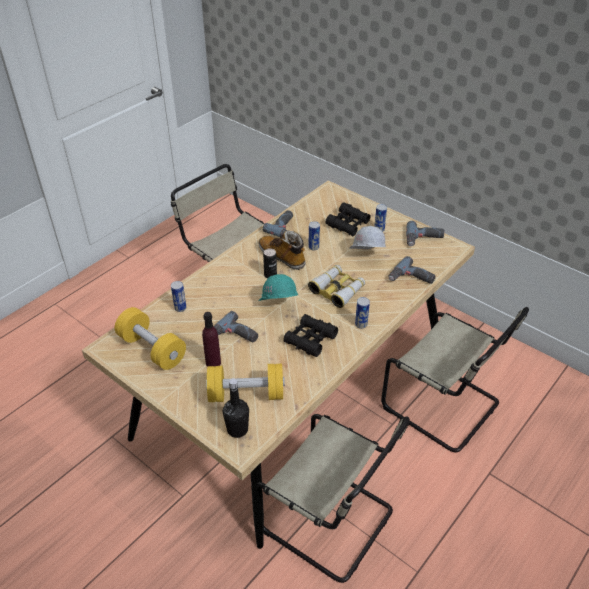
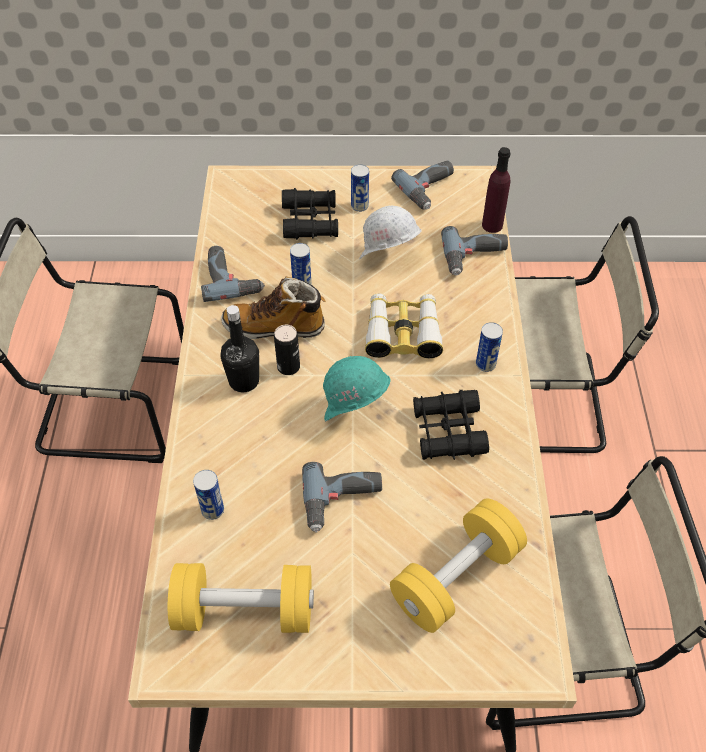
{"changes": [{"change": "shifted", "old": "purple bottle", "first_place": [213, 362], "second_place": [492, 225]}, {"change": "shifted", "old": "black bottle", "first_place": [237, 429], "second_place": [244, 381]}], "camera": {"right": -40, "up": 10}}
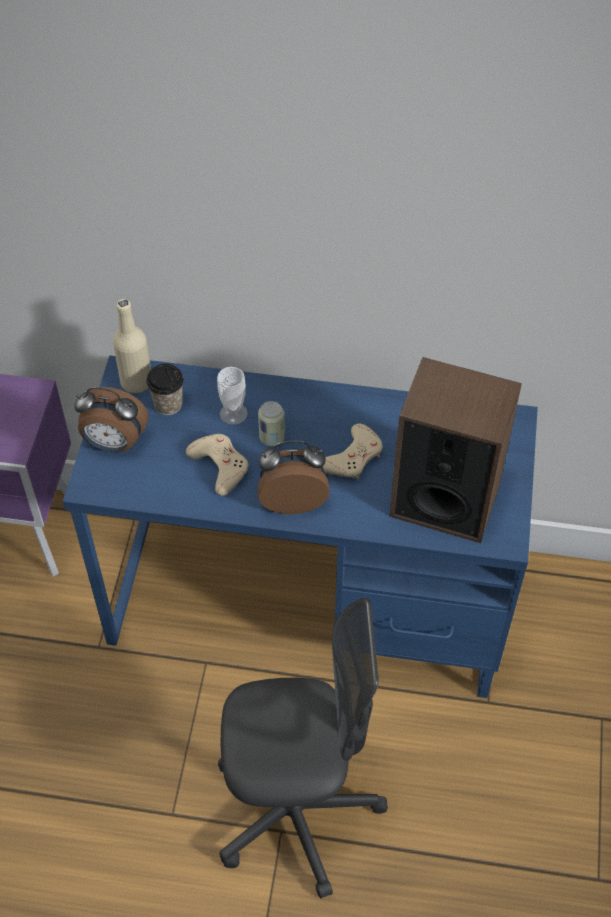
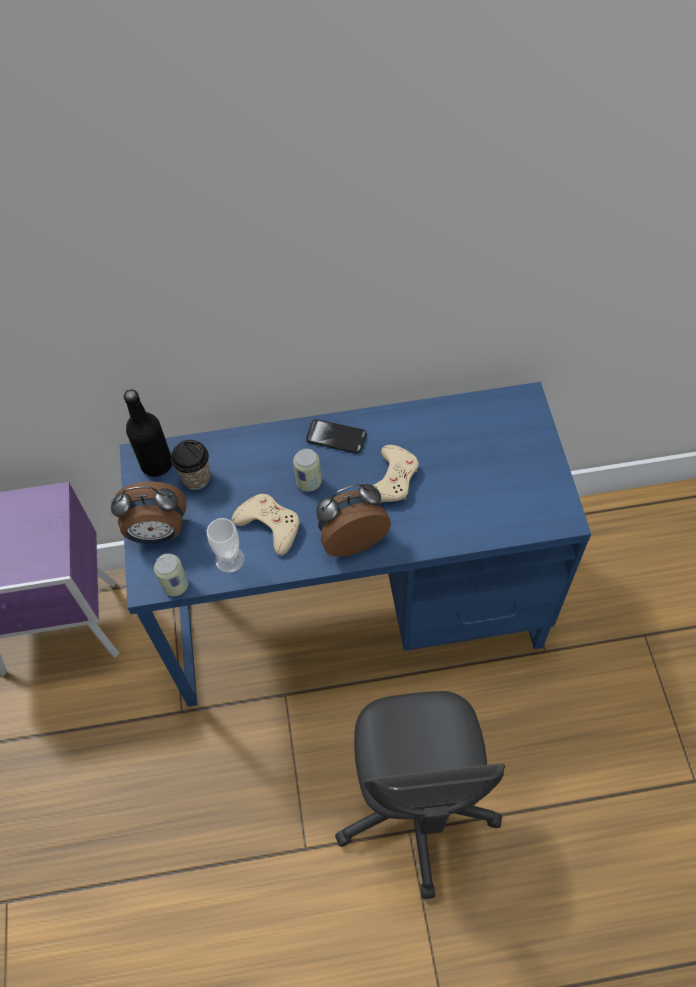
{"changes": [{"change": "repainted", "old": "beige bottle", "new": "black bottle", "first_place": [136, 382], "second_place": [157, 464]}, {"change": "gone", "old": "speaker", "first_place": [444, 500]}, {"change": "shifted", "old": "cup", "first_place": [233, 413], "second_place": [230, 559]}, {"change": "rotated", "old": "grey office chair", "first_place": [296, 812], "second_place": [416, 808], "degrees": 105}, {"change": "new", "new": "phone", "second_place": [336, 437]}, {"change": "new", "new": "can", "second_place": [175, 585]}], "camera": {"right": -15, "up": 5}}
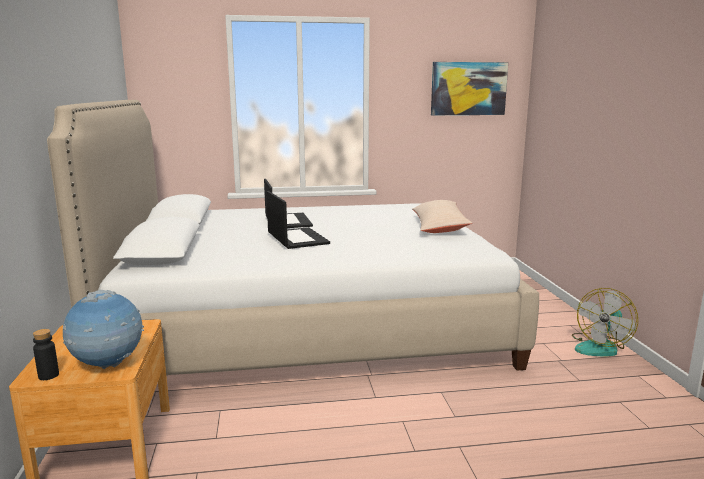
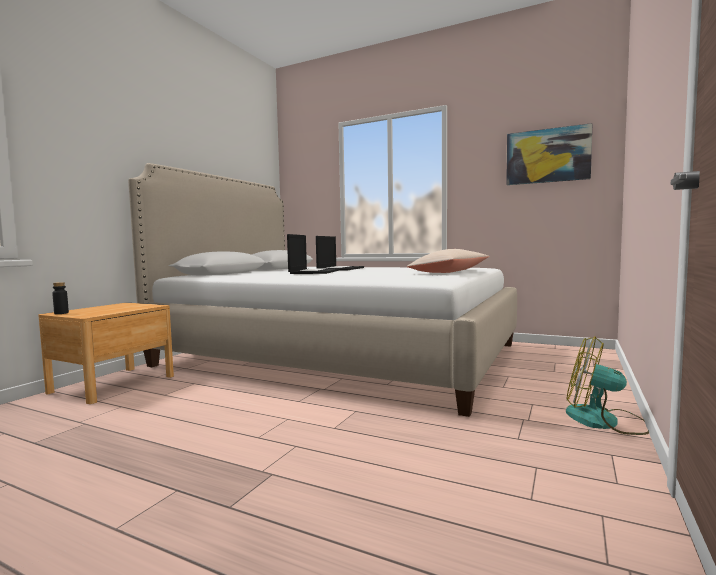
{"changes": [{"change": "rotated", "old": "fan", "first_place": [600, 347], "second_place": [604, 421], "degrees": 45}, {"change": "gone", "old": "globe", "first_place": [108, 365]}], "camera": {"right": 35, "up": -10}}
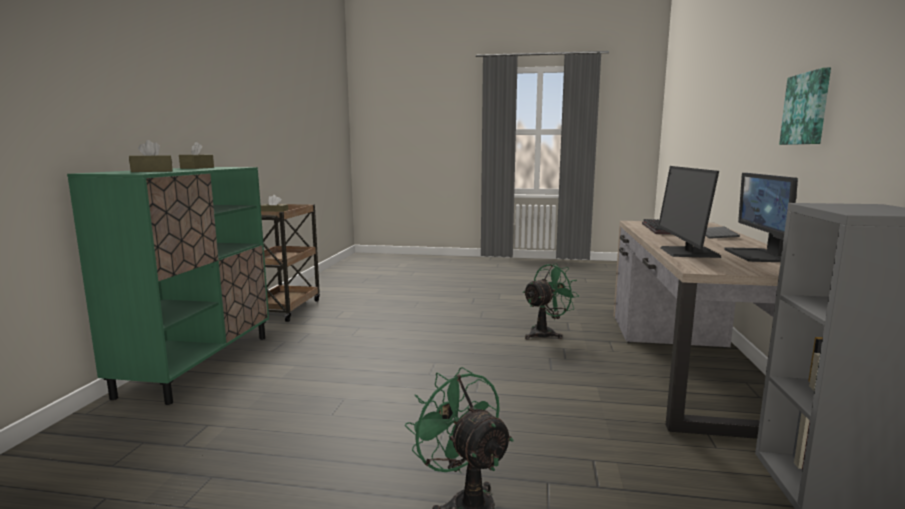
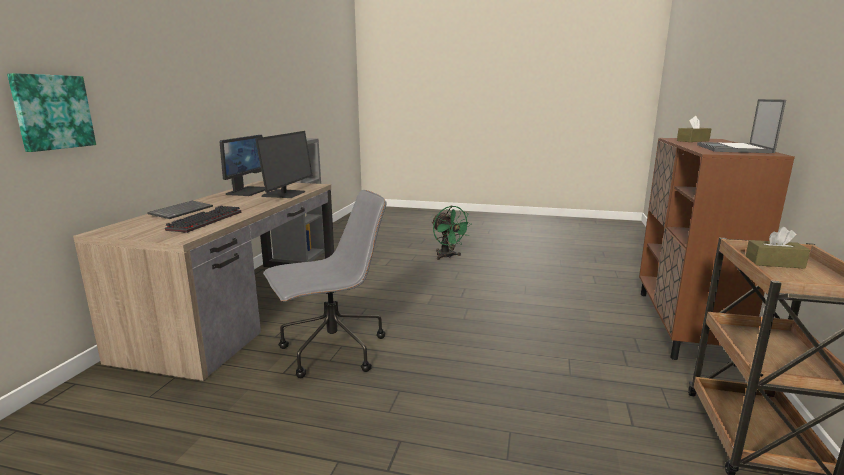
{"changes": [{"change": "shifted", "old": "picture", "first_place": [807, 109], "second_place": [52, 112]}, {"change": "swapped", "old": "brown tissue box", "new": "laptop", "first_place": [197, 168], "second_place": [734, 149]}, {"change": "repainted", "old": "green cabinet", "new": "brown cabinet", "first_place": [198, 364], "second_place": [683, 325]}, {"change": "swapped", "old": "green fan", "new": "grey office chair", "first_place": [546, 333], "second_place": [331, 351]}], "camera": {"right": -175, "up": 5}}
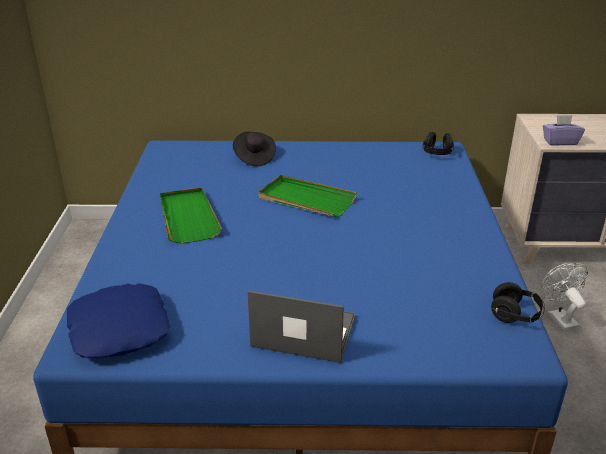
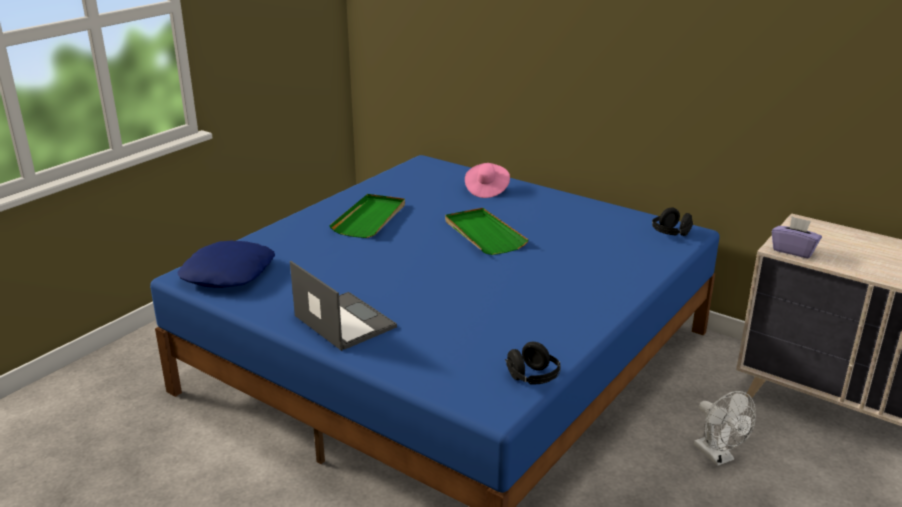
{"changes": [{"change": "repainted", "old": "black hat", "new": "pink hat", "first_place": [254, 157], "second_place": [486, 190]}, {"change": "rotated", "old": "white fan", "first_place": [558, 318], "second_place": [718, 456], "degrees": 135}], "camera": {"right": 35, "up": -5}}
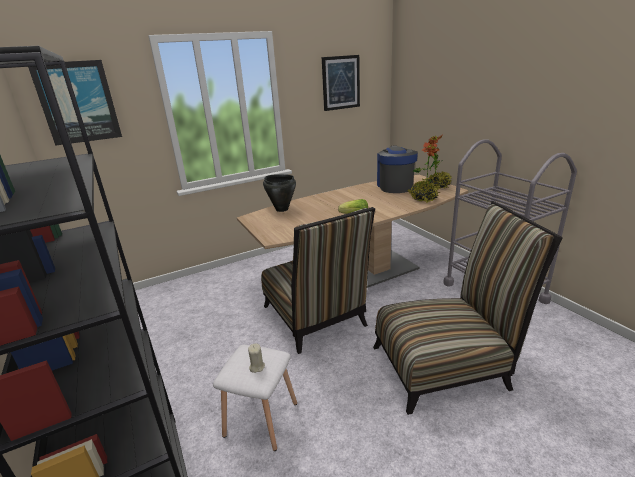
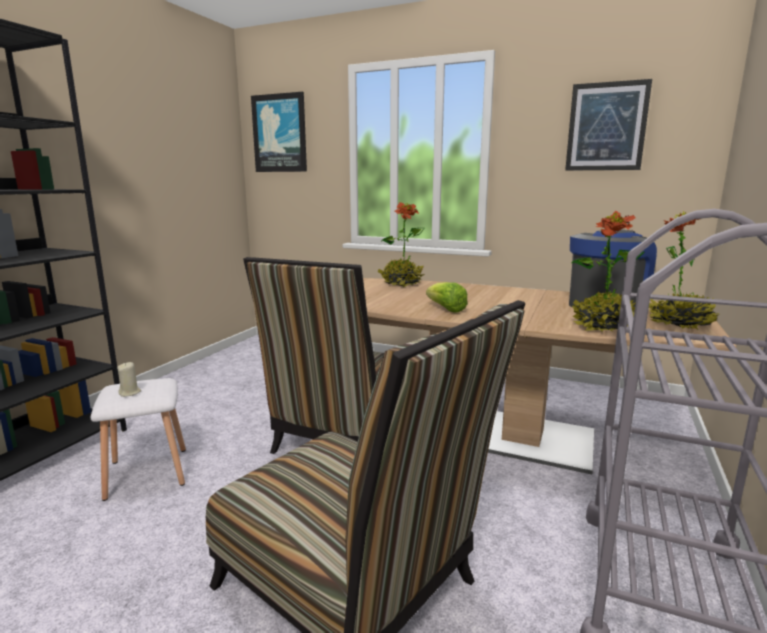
{"changes": [{"change": "swapped", "old": "black cooking pot", "new": "potted plant", "first_place": [282, 209], "second_place": [401, 283]}], "camera": {"right": 50, "up": -10}}
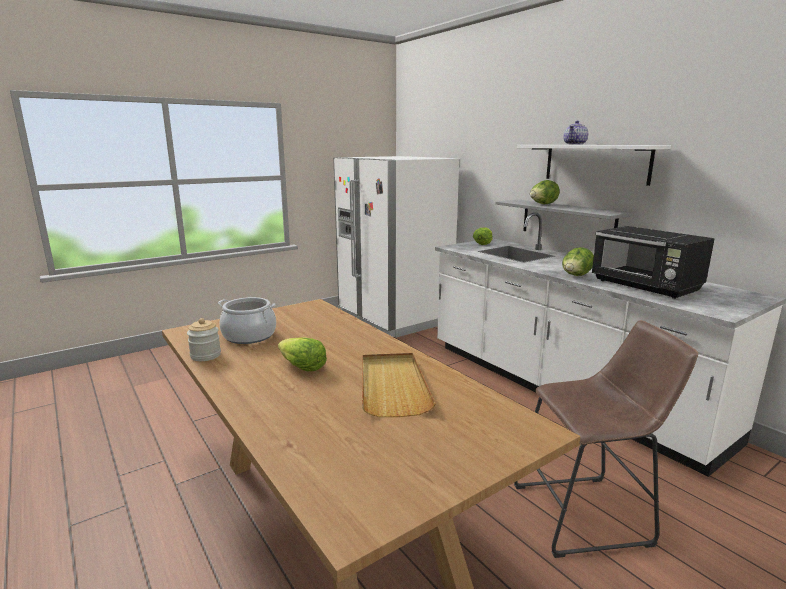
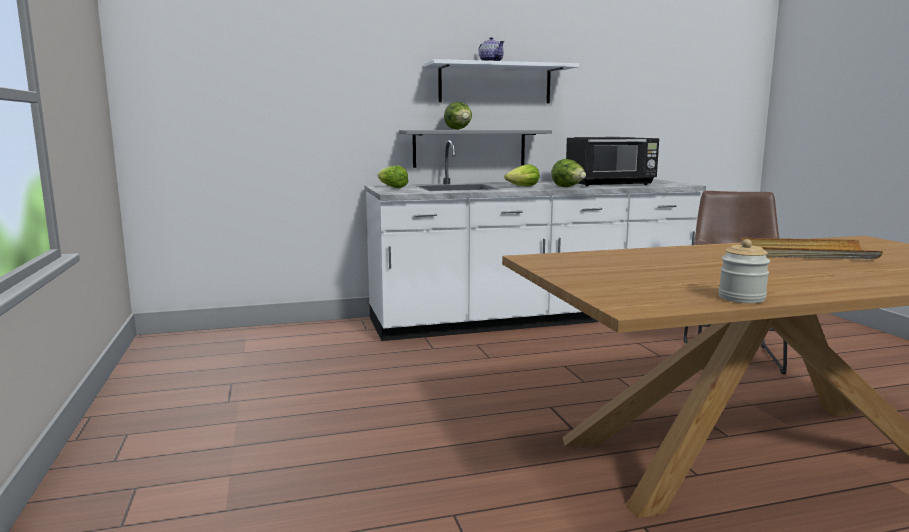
{"changes": [{"change": "gone", "old": "white fridge", "first_place": [394, 318]}, {"change": "gone", "old": "cooking pot", "first_place": [249, 336]}, {"change": "shifted", "old": "lettuce", "first_place": [301, 367], "second_place": [523, 187]}], "camera": {"right": -70, "up": -5}}
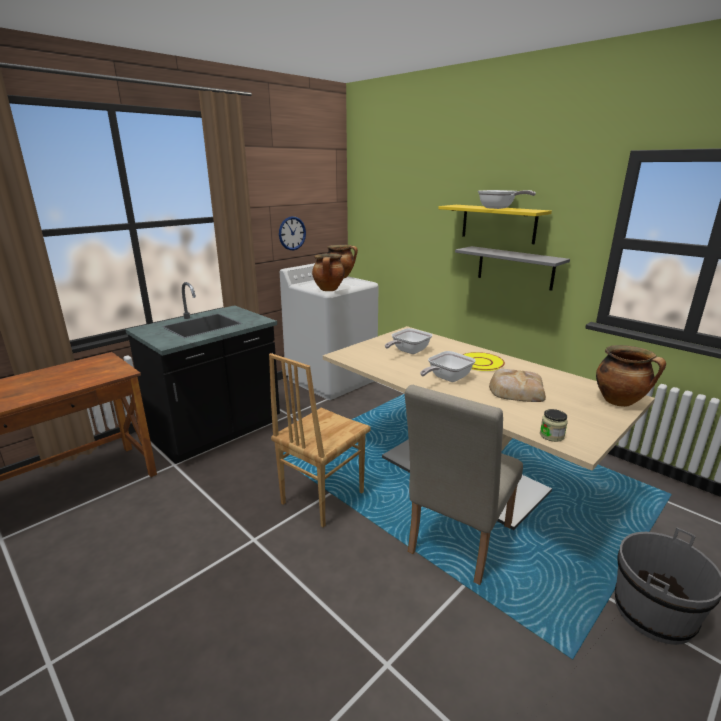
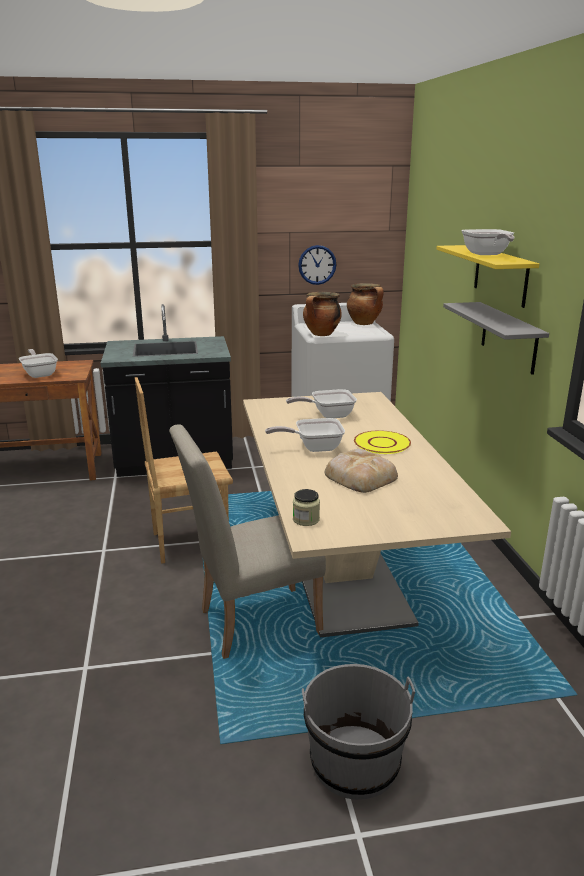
{"changes": [{"change": "gone", "old": "cooking pot", "first_place": [620, 401]}, {"change": "new", "new": "frying pan", "second_place": [40, 374]}], "camera": {"right": 35, "up": 0}}
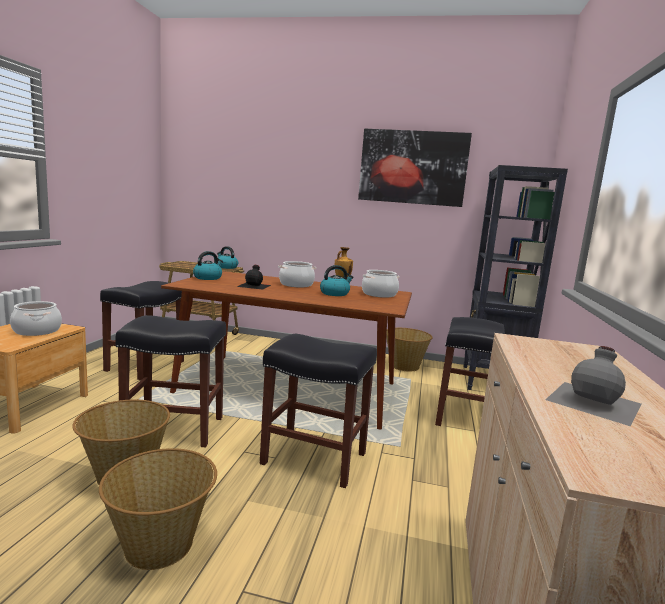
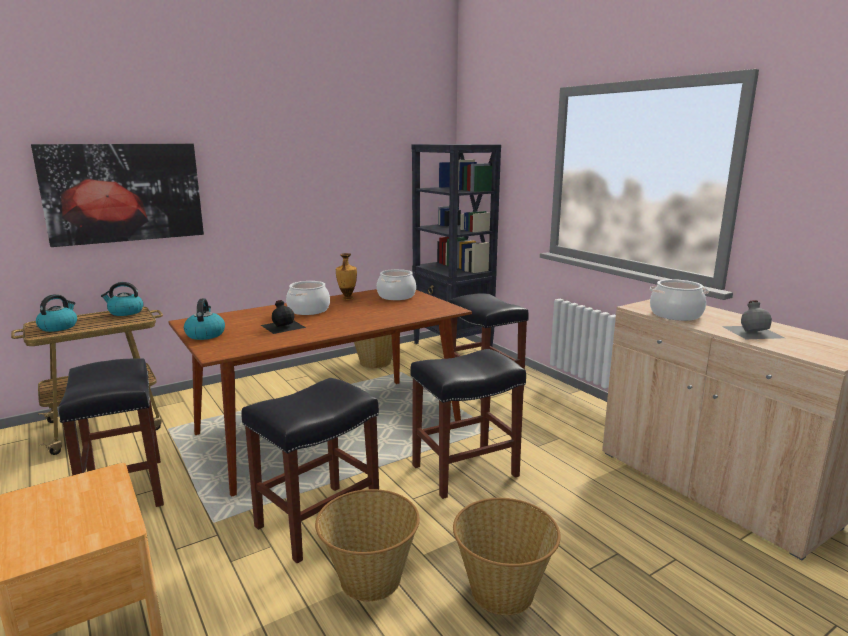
{"changes": [{"change": "shifted", "old": "picture", "first_place": [413, 167], "second_place": [124, 193]}, {"change": "shifted", "old": "kettle", "first_place": [335, 293], "second_place": [58, 327]}, {"change": "shifted", "old": "cooking pot", "first_place": [37, 331], "second_place": [676, 315]}], "camera": {"right": -45, "up": 5}}
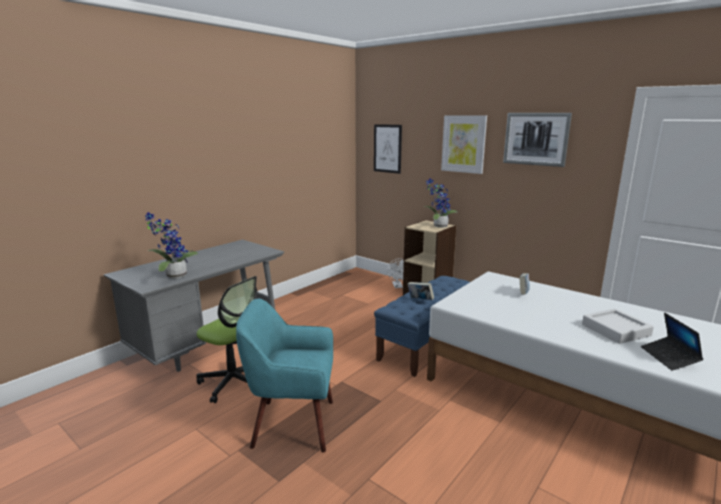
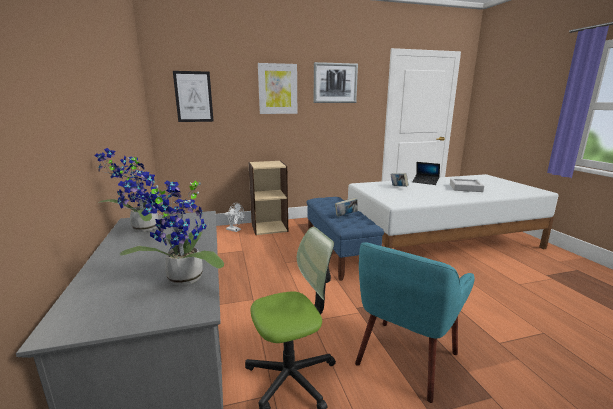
{"changes": [{"change": "shifted", "old": "potted plant", "first_place": [438, 226], "second_place": [142, 229]}, {"change": "shifted", "old": "laptop", "first_place": [669, 358], "second_place": [425, 182]}], "camera": {"right": -55, "up": 0}}
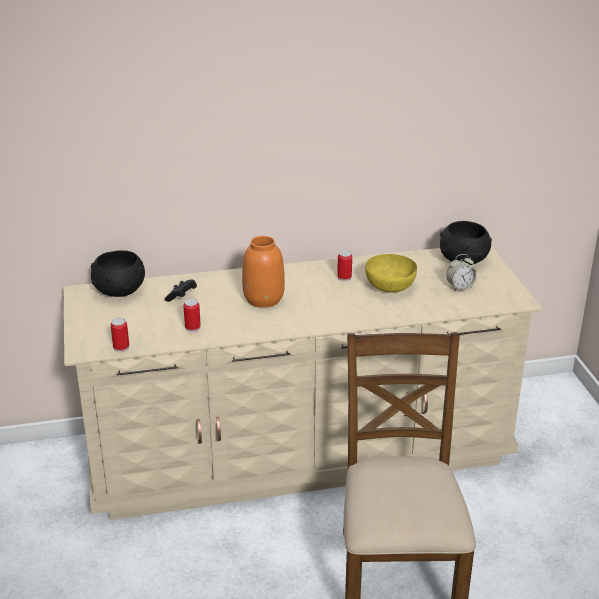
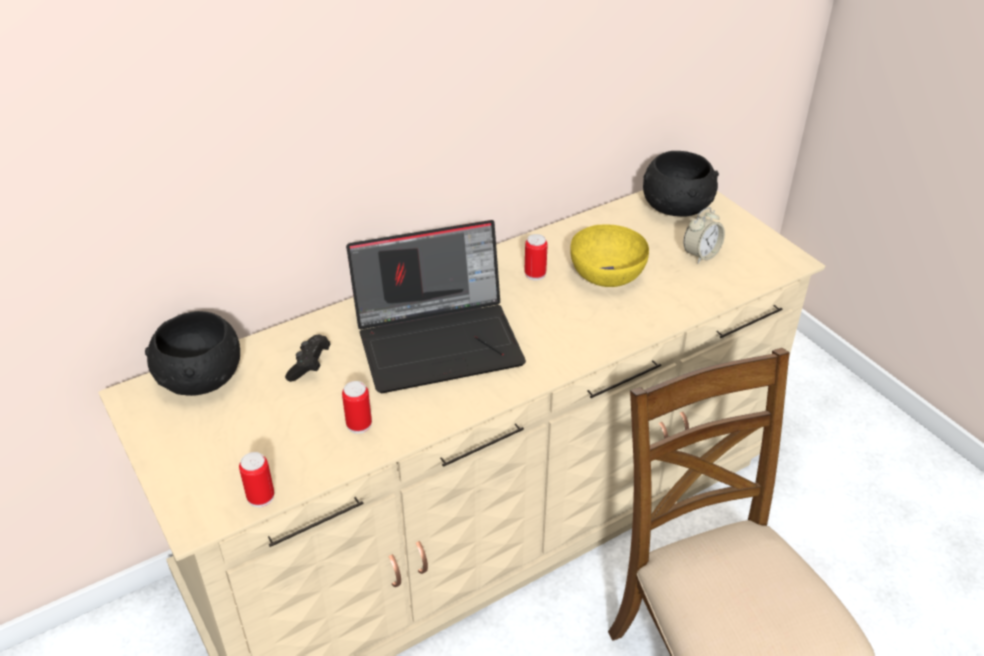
{"changes": [{"change": "swapped", "old": "orange vase", "new": "laptop", "first_place": [264, 299], "second_place": [440, 340]}], "camera": {"right": -20, "up": 10}}
